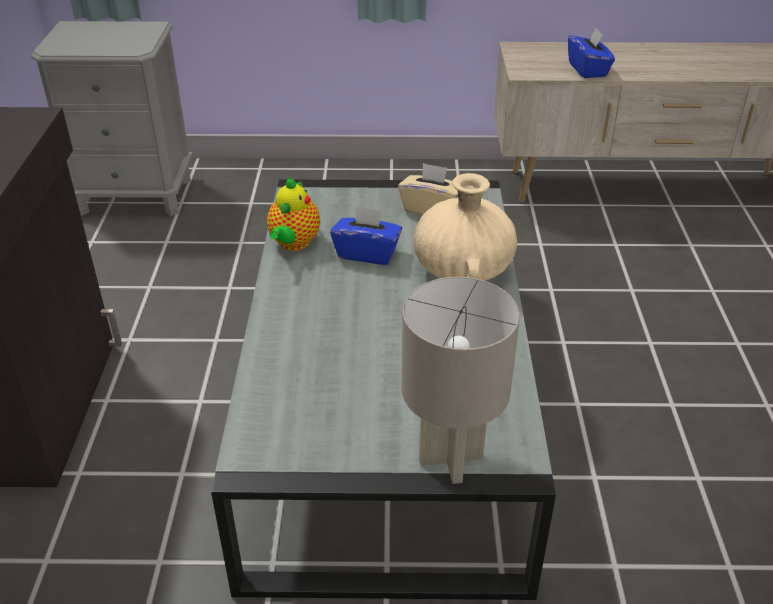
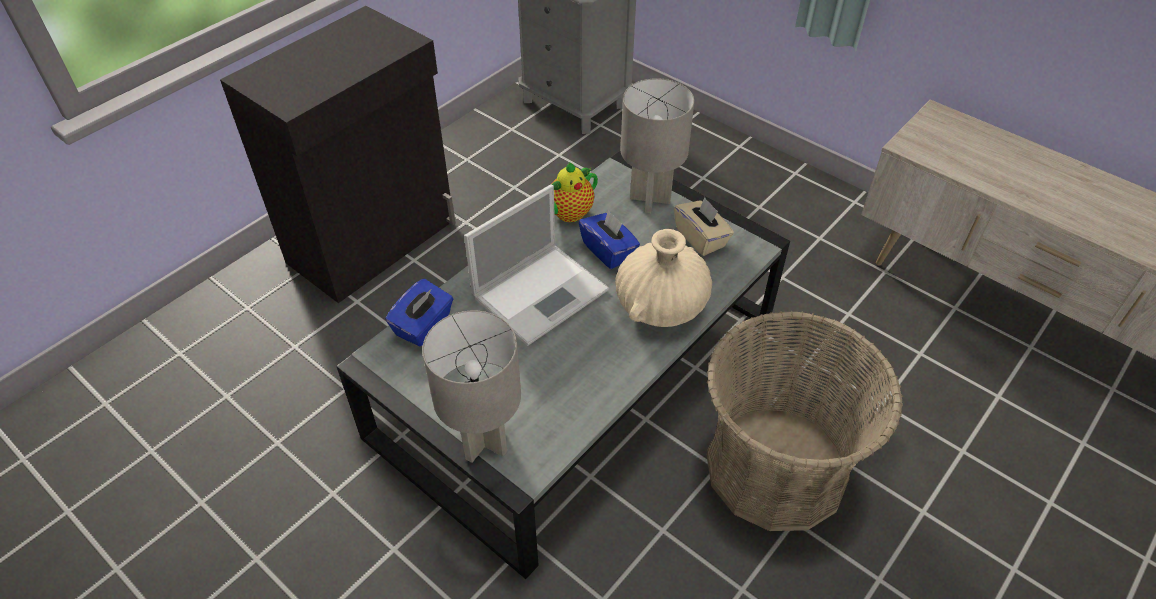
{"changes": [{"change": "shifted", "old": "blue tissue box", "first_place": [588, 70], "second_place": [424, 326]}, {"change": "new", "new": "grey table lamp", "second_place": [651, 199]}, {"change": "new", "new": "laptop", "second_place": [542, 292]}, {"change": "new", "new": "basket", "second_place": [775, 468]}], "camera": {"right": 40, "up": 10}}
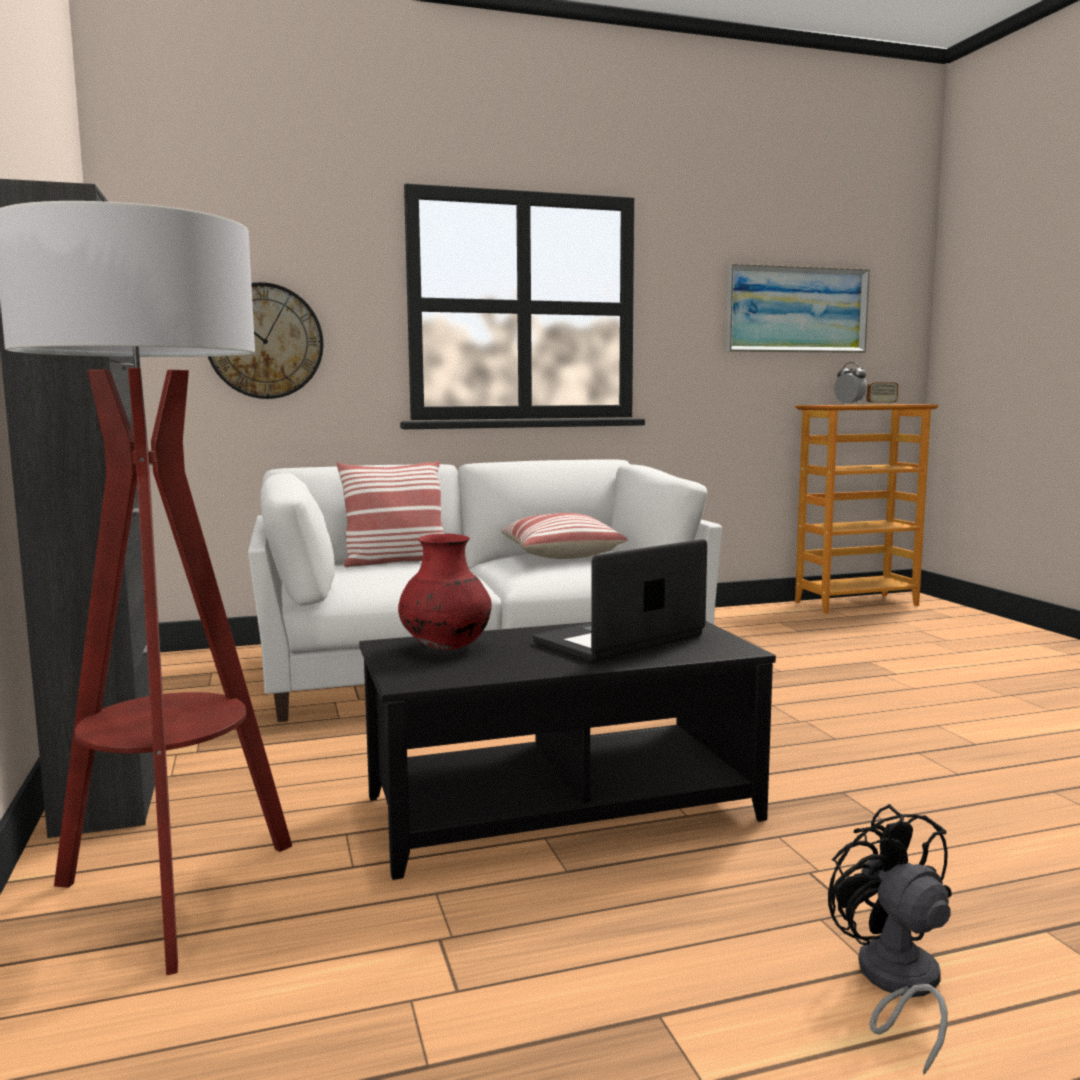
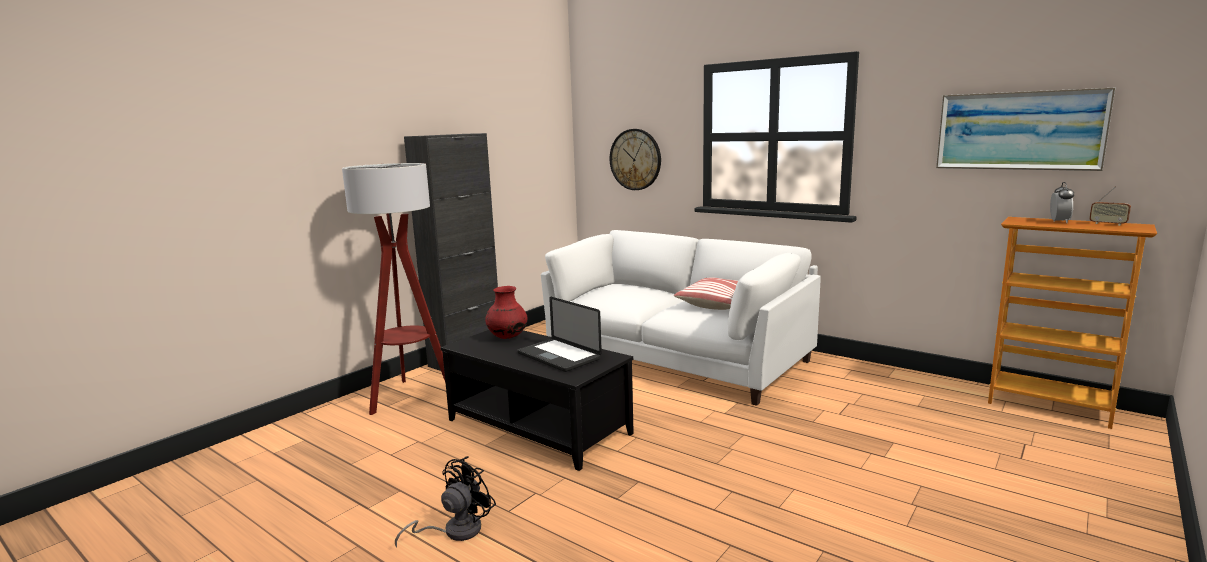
{"changes": [{"change": "gone", "old": "pillow", "first_place": [395, 561]}, {"change": "rotated", "old": "laptop", "first_place": [619, 640], "second_place": [558, 356], "degrees": -150}], "camera": {"right": 55, "up": 5}}
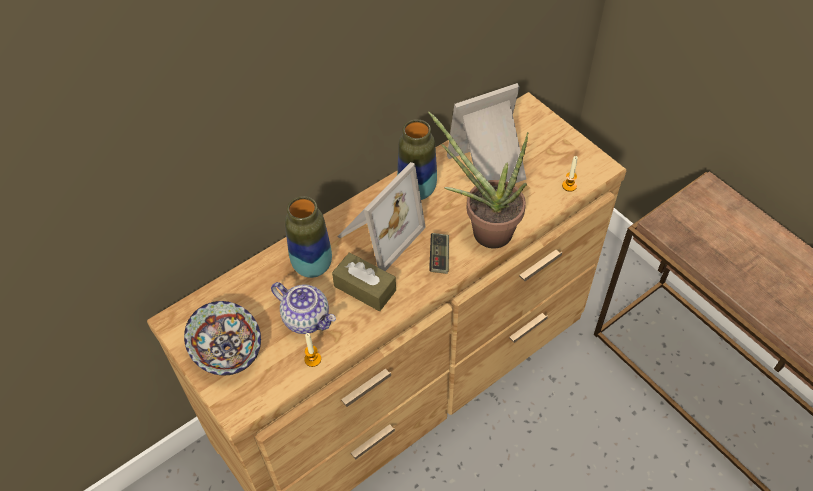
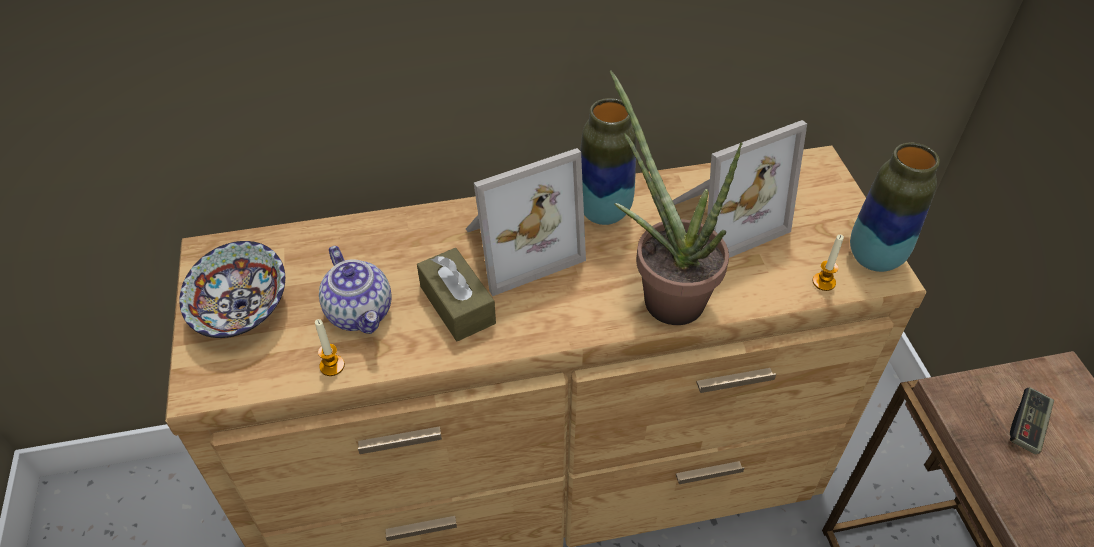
{"changes": [{"change": "rotated", "old": "picture frame", "first_place": [490, 167], "second_place": [722, 218], "degrees": 150}, {"change": "shifted", "old": "vase", "first_place": [312, 266], "second_place": [874, 258]}, {"change": "shifted", "old": "game controller", "first_place": [439, 257], "second_place": [1027, 426]}], "camera": {"right": 25, "up": -5}}
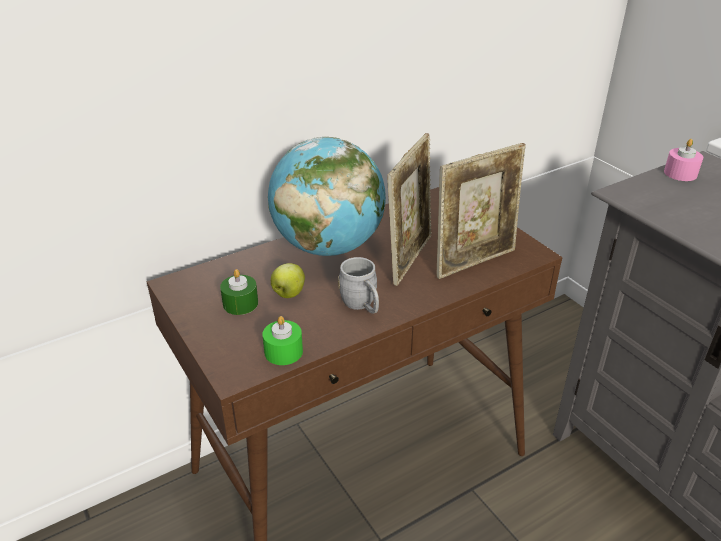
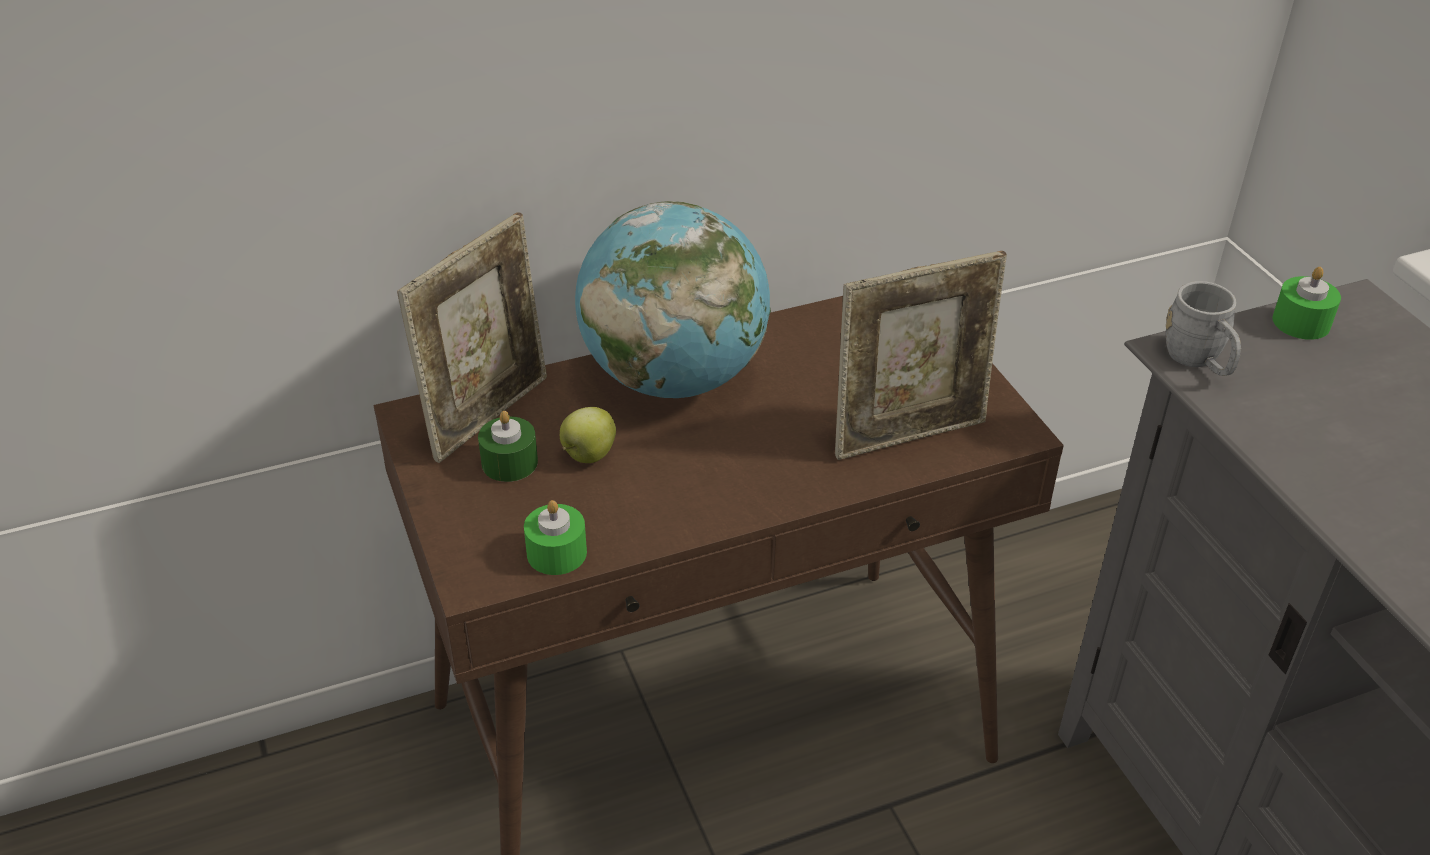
{"changes": [{"change": "shifted", "old": "picture frame", "first_place": [409, 258], "second_place": [488, 415]}, {"change": "repainted", "old": "pink candle", "new": "green candle", "first_place": [680, 173], "second_place": [1301, 322]}, {"change": "shifted", "old": "grey mug", "first_place": [362, 305], "second_place": [1199, 361]}], "camera": {"right": 10, "up": 5}}
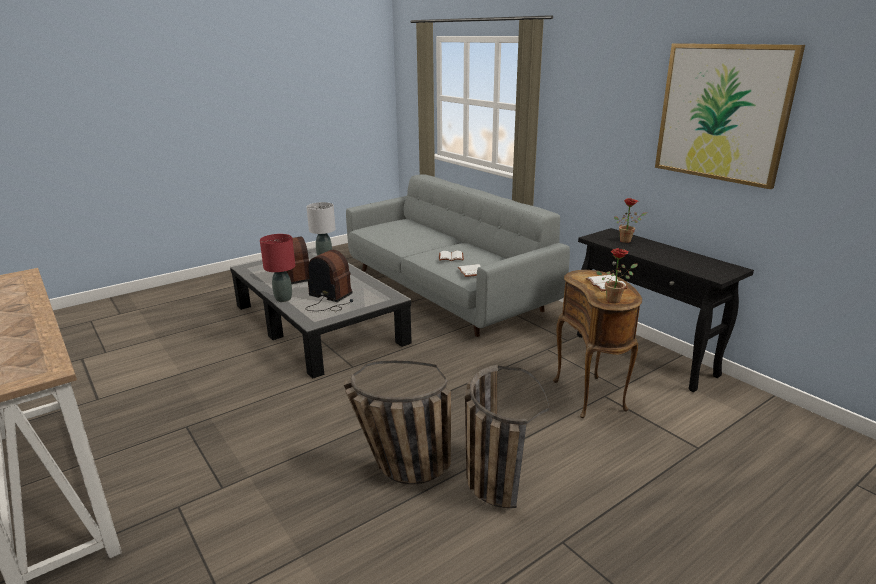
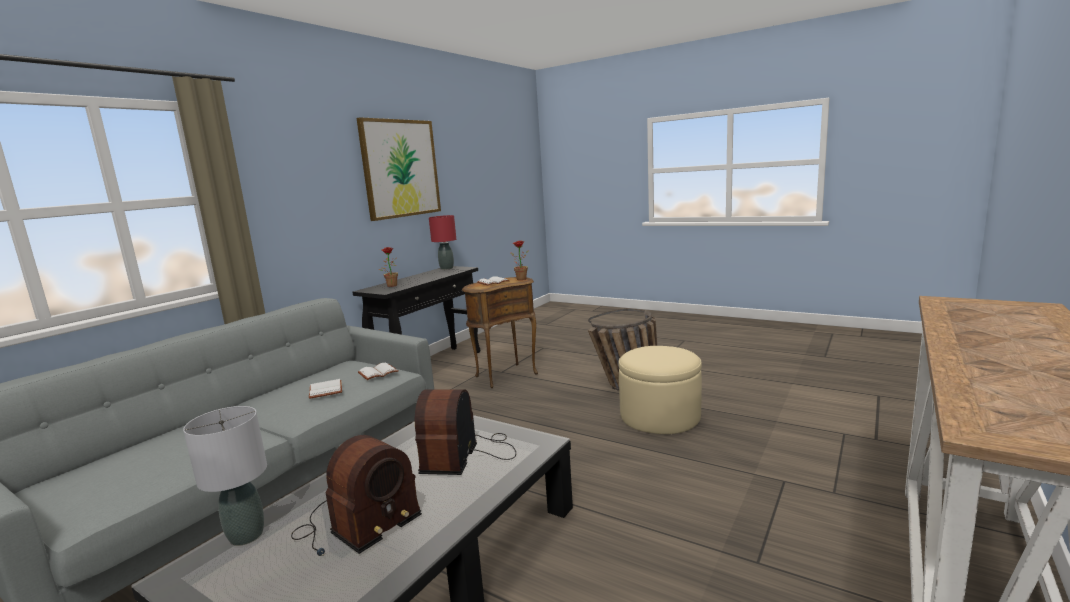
{"changes": [{"change": "shifted", "old": "red table lamp", "first_place": [283, 299], "second_place": [447, 268]}, {"change": "swapped", "old": "basket", "new": "beige ottoman", "first_place": [397, 468], "second_place": [660, 416]}], "camera": {"right": -110, "up": -10}}
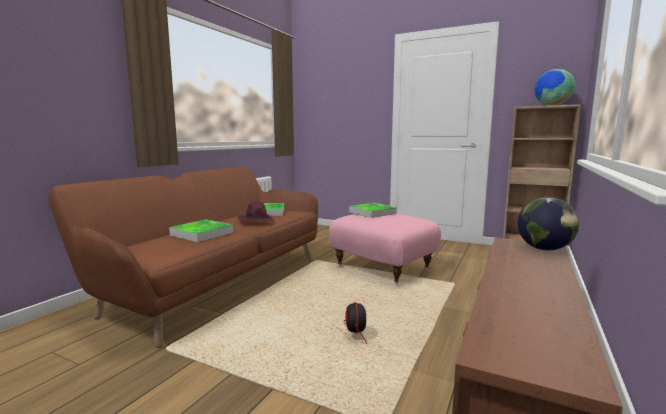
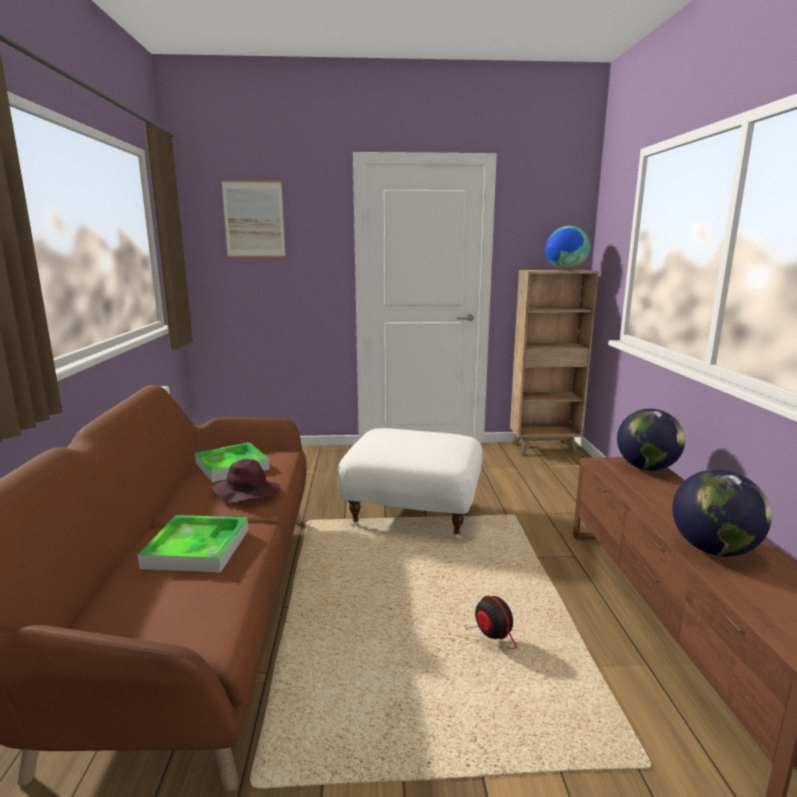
{"changes": [{"change": "gone", "old": "tray", "first_place": [372, 213]}, {"change": "repainted", "old": "pink ottoman", "new": "white ottoman", "first_place": [383, 269], "second_place": [414, 513]}, {"change": "new", "new": "picture", "second_place": [254, 219]}, {"change": "new", "new": "globe", "second_place": [714, 549]}], "camera": {"right": -30, "up": 5}}
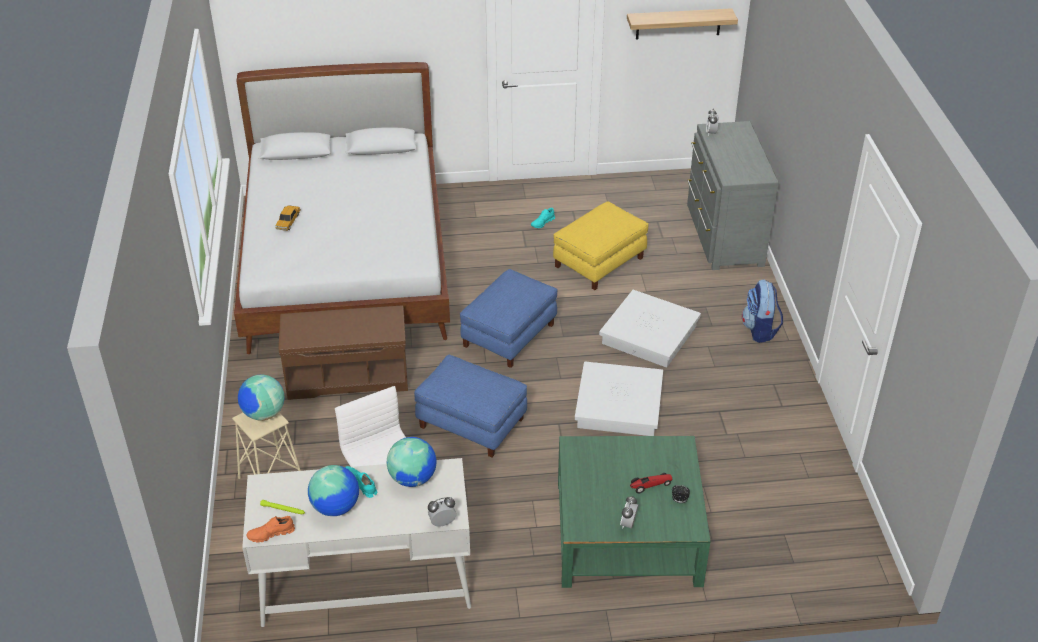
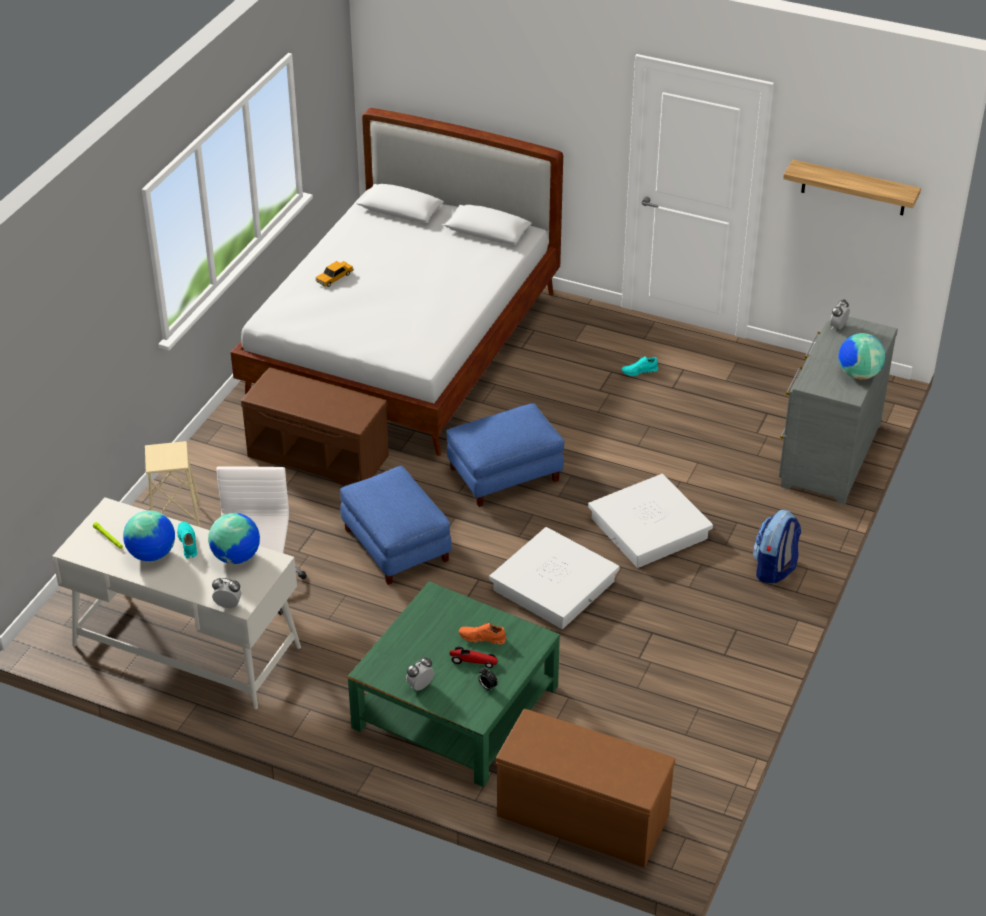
{"changes": [{"change": "gone", "old": "yellow ottoman", "first_place": [599, 263]}, {"change": "shifted", "old": "globe", "first_place": [263, 413], "second_place": [858, 374]}, {"change": "shifted", "old": "orange shoe", "first_place": [271, 534], "second_place": [482, 638]}, {"change": "new", "new": "brown bench", "second_place": [581, 816]}], "camera": {"right": 30, "up": 0}}
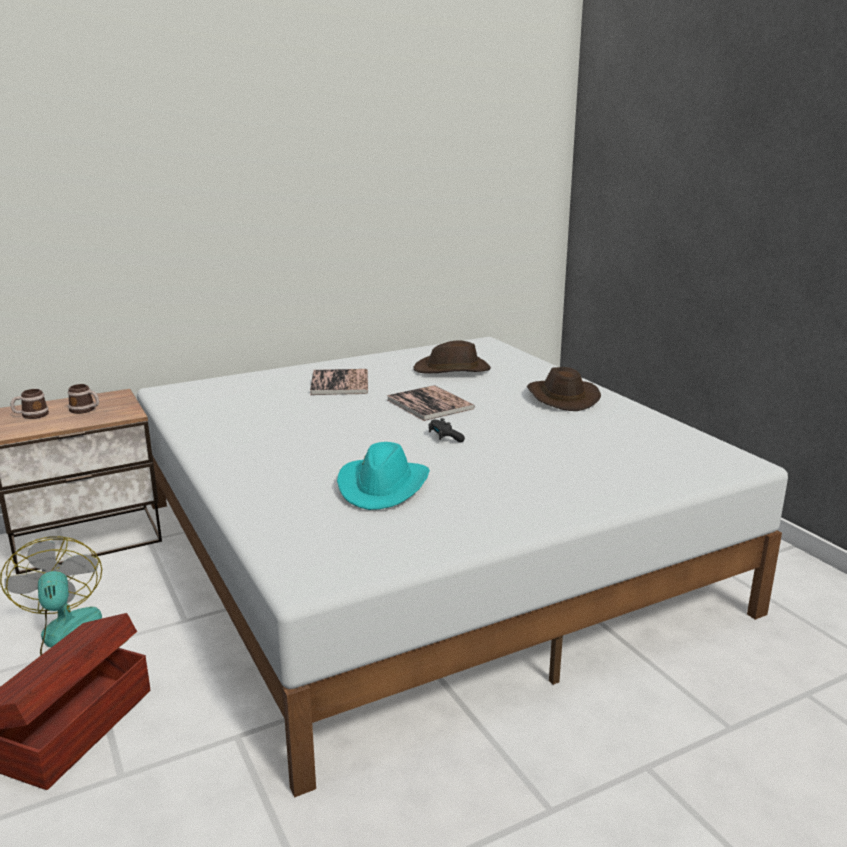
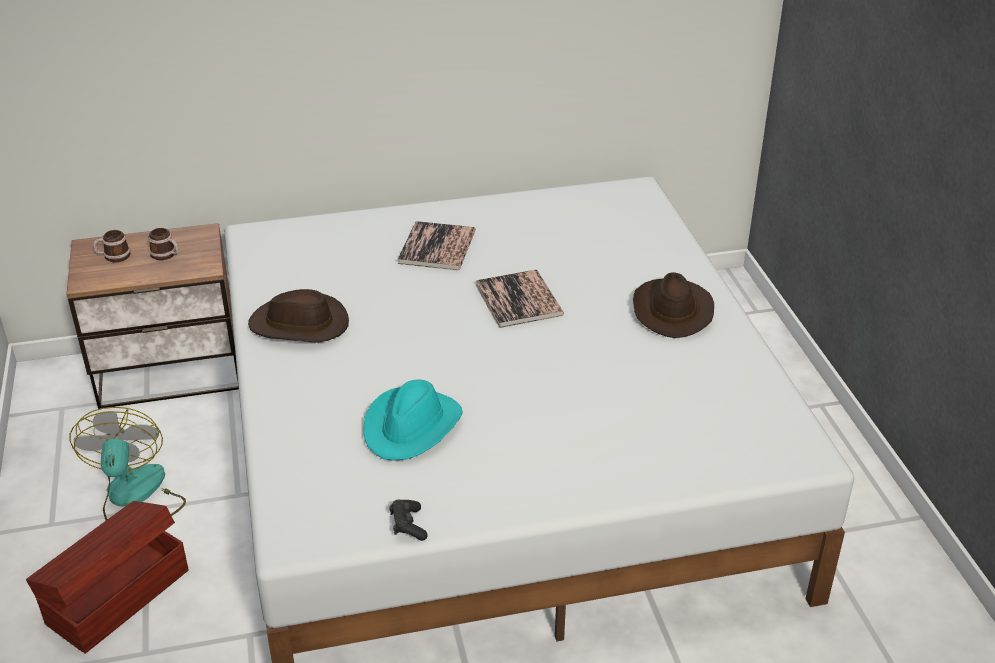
{"changes": [{"change": "shifted", "old": "brown hat", "first_place": [452, 370], "second_place": [299, 325]}, {"change": "shifted", "old": "black game controller", "first_place": [445, 438], "second_place": [408, 526]}], "camera": {"right": 15, "up": 15}}
